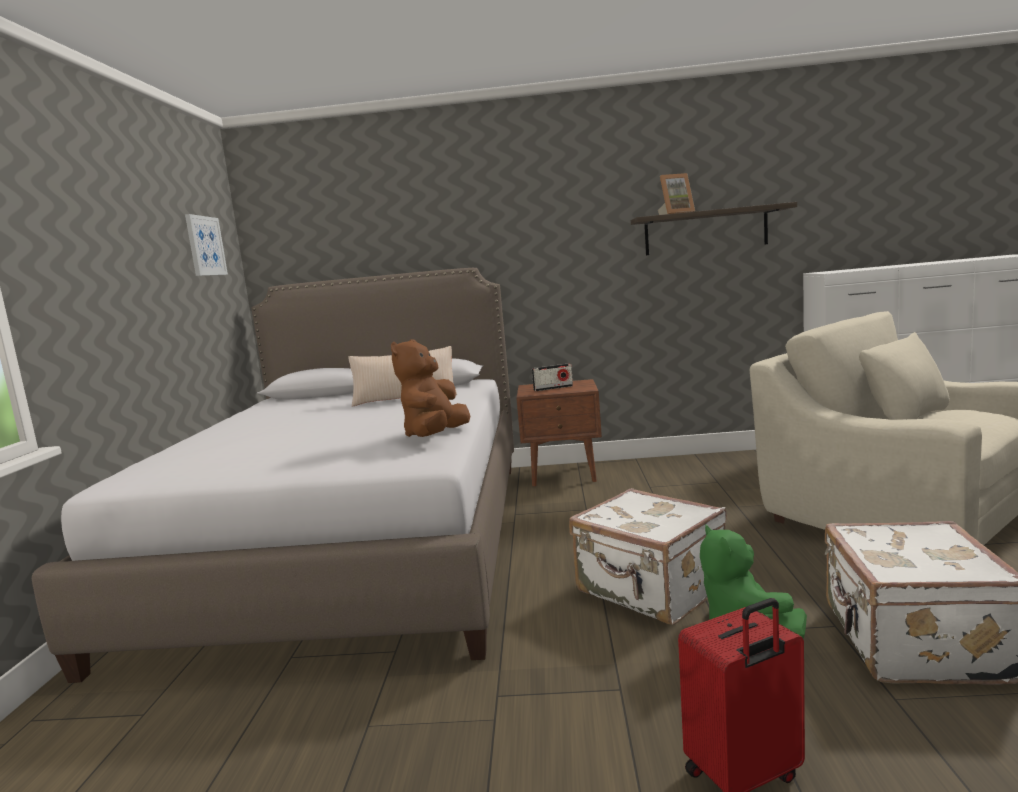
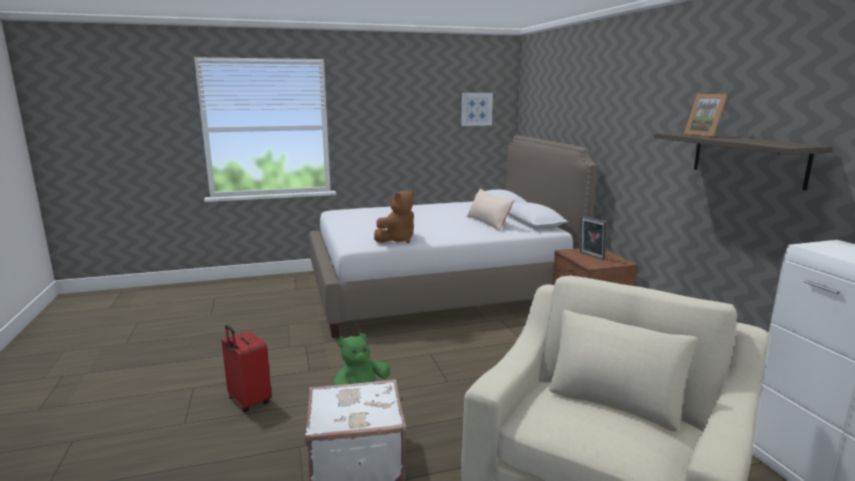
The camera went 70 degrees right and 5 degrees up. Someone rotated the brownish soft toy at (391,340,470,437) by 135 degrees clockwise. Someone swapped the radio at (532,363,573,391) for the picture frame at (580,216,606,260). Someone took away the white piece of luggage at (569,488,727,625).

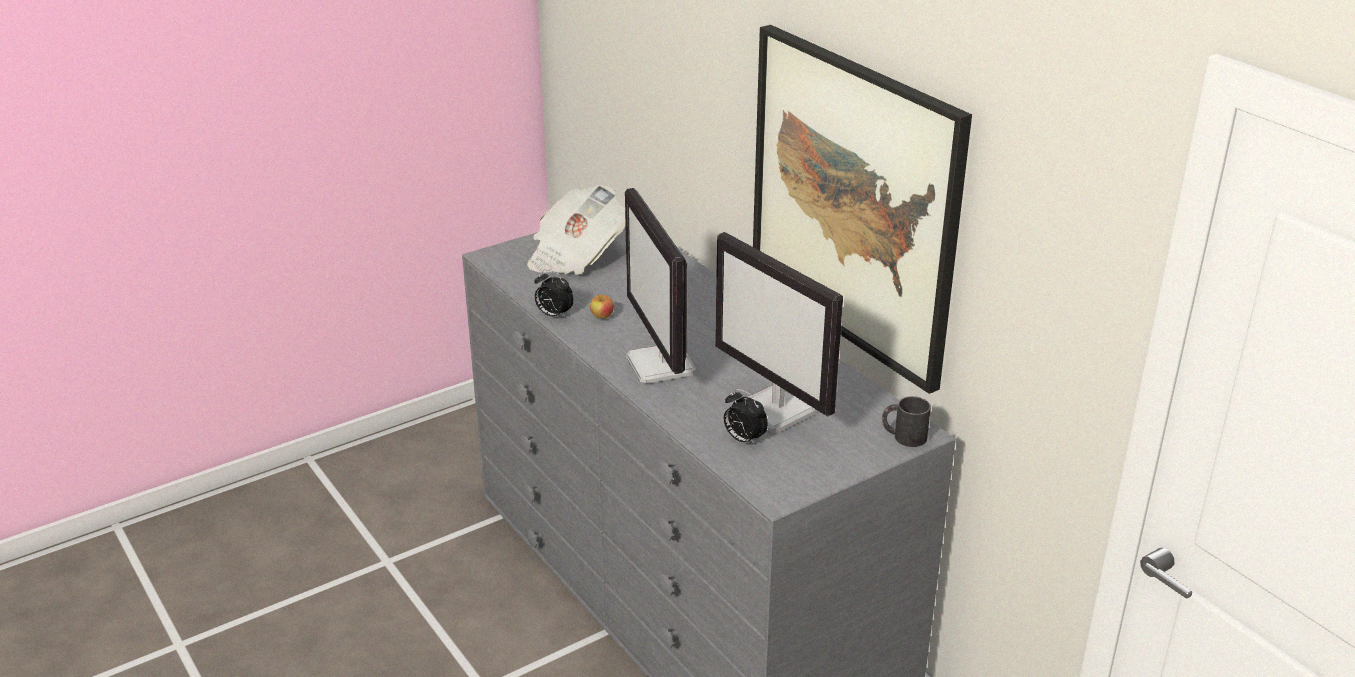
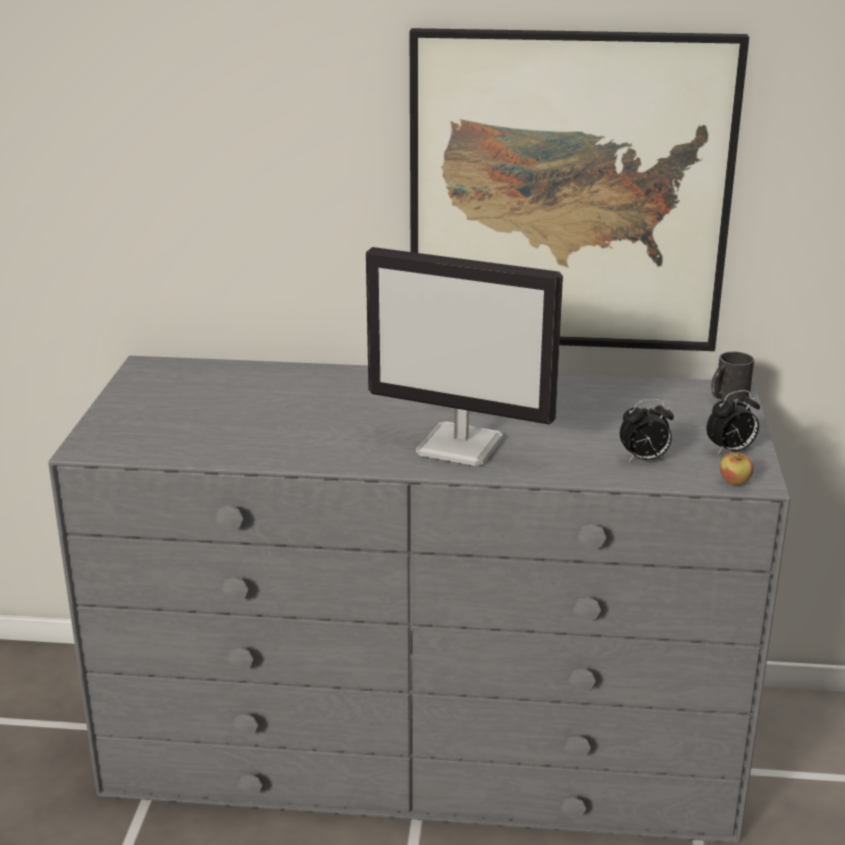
The camera went 50 degrees left and 5 degrees down. Someone took away the printed paper at (527,185,625,275). Someone carried the bedside clock from (534,270,574,319) to (706,390,760,454). Someone carried the apple fruit from (590,294,614,319) to (719,452,754,485). Someone took away the computer screen at (715,232,843,433).

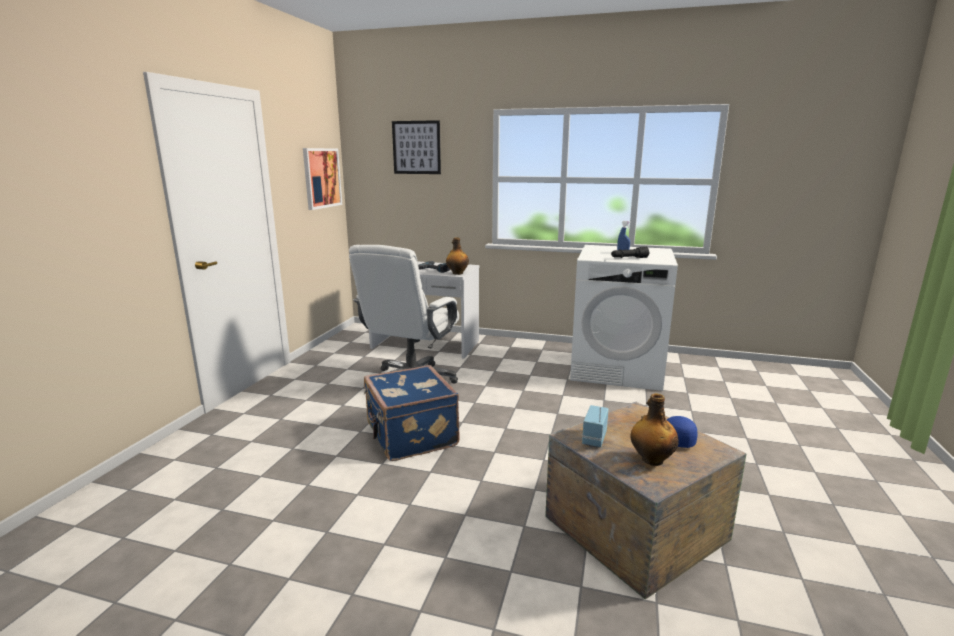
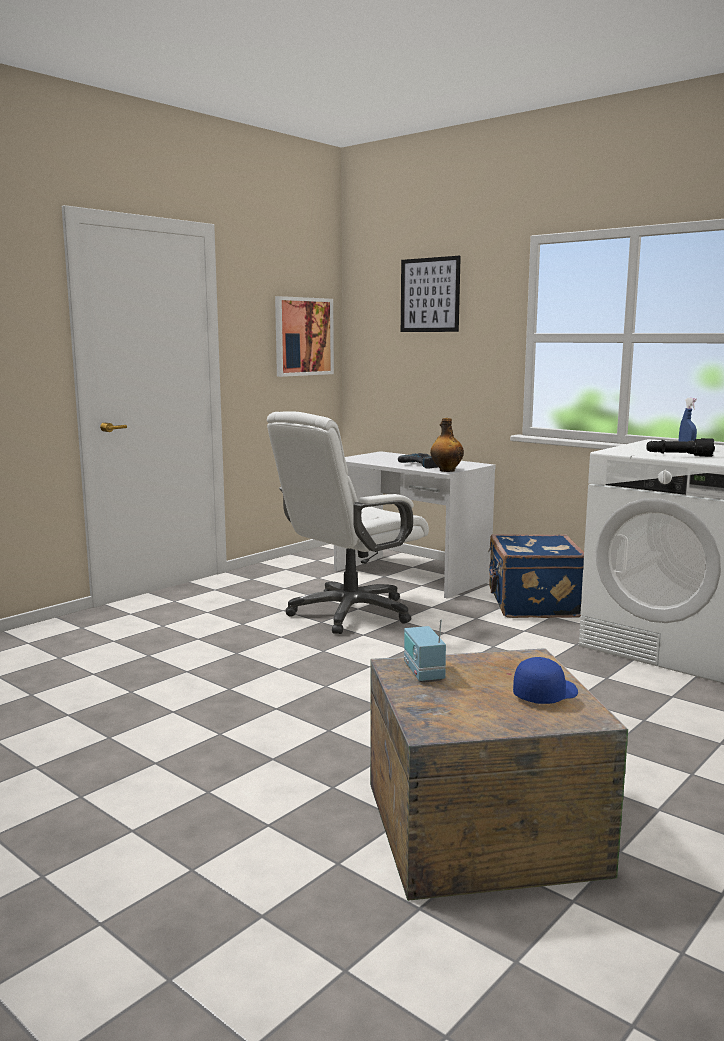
The camera went 25 degrees right and 5 degrees down. Someone carried the blue-coloured piece of luggage from (364,365,460,461) to (488,534,584,618). Someone rotated the radio at (582,405,609,447) by 60 degrees counterclockwise. Someone took away the drink bottle at (631,393,679,466).

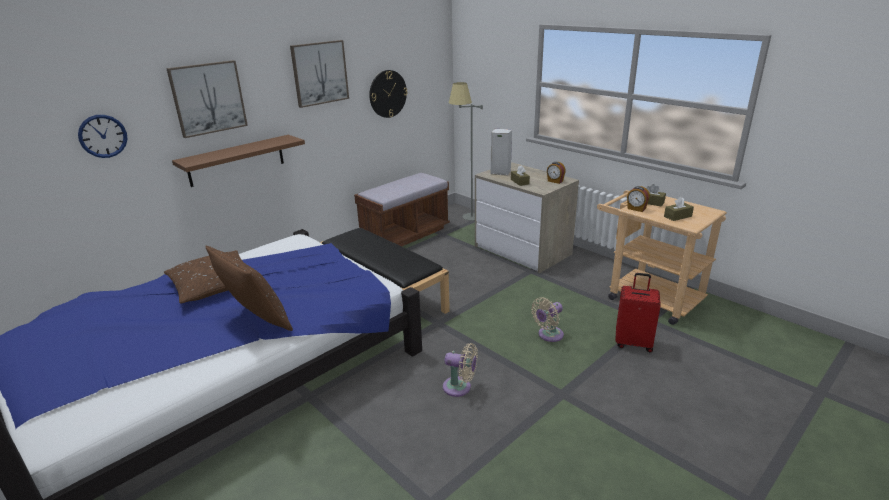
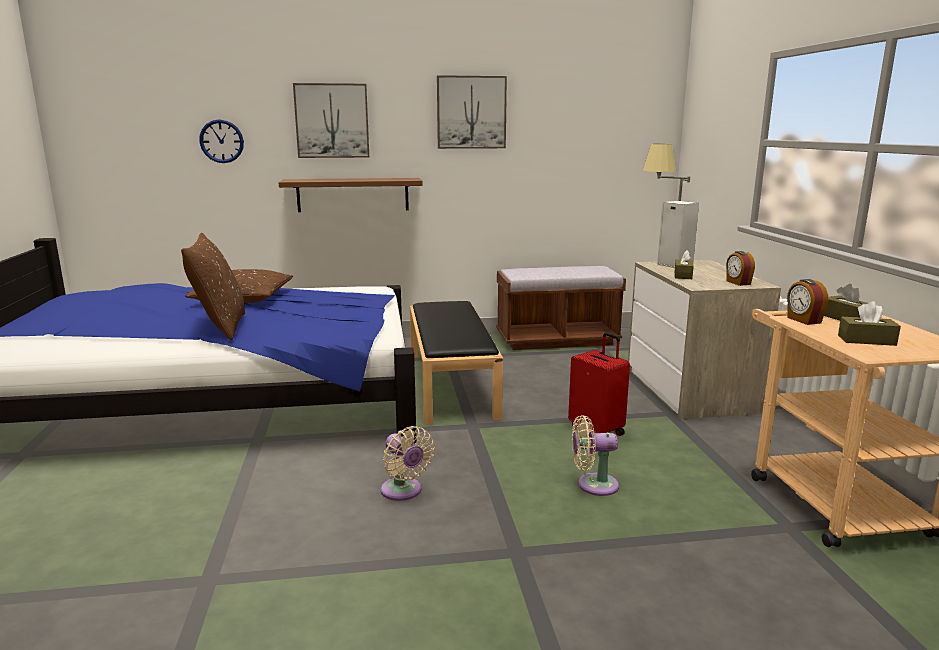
The camera went 35 degrees right and 10 degrees down. Someone took away the wall clock at (369,70,408,118). Someone carried the reddish piece of luggage from (615,273,661,353) to (568,332,630,436).

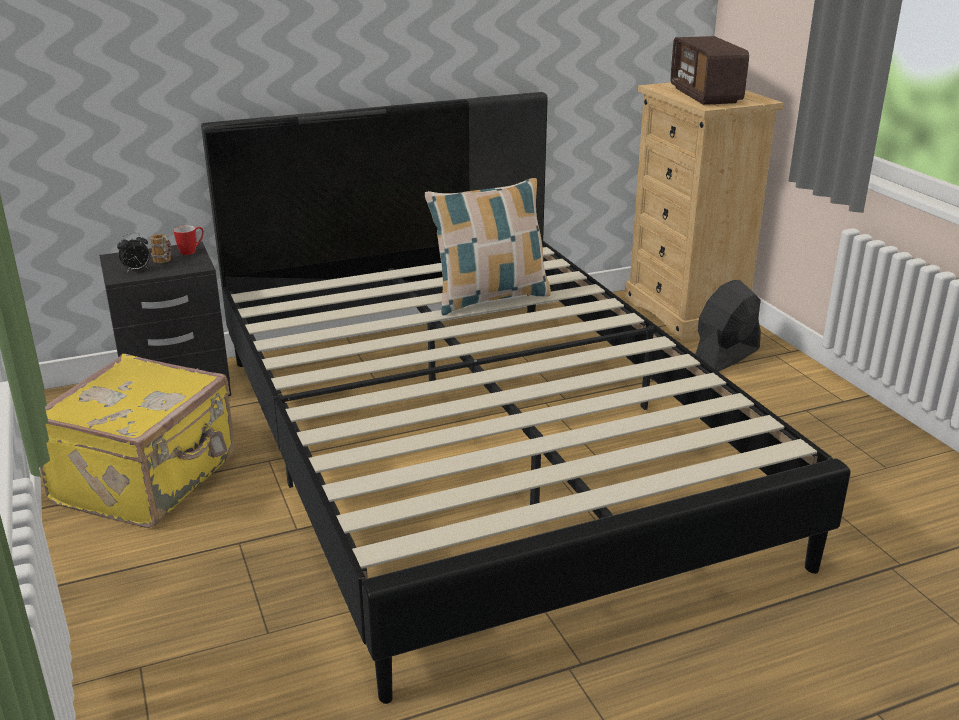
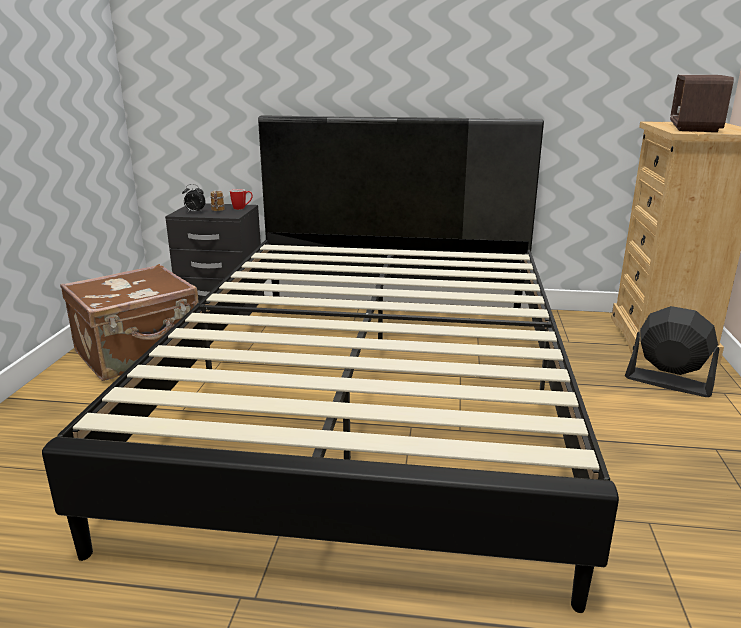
The camera went 30 degrees right and 5 degrees down. Someone repainted the yellow-coloured piece of luggage at (40,354,236,528), which became the brownish piece of luggage at (60,264,199,381). Someone took away the cushion at (425,178,551,315). Someone rotated the blackish electric fan at (695,280,761,372) by 45 degrees clockwise.

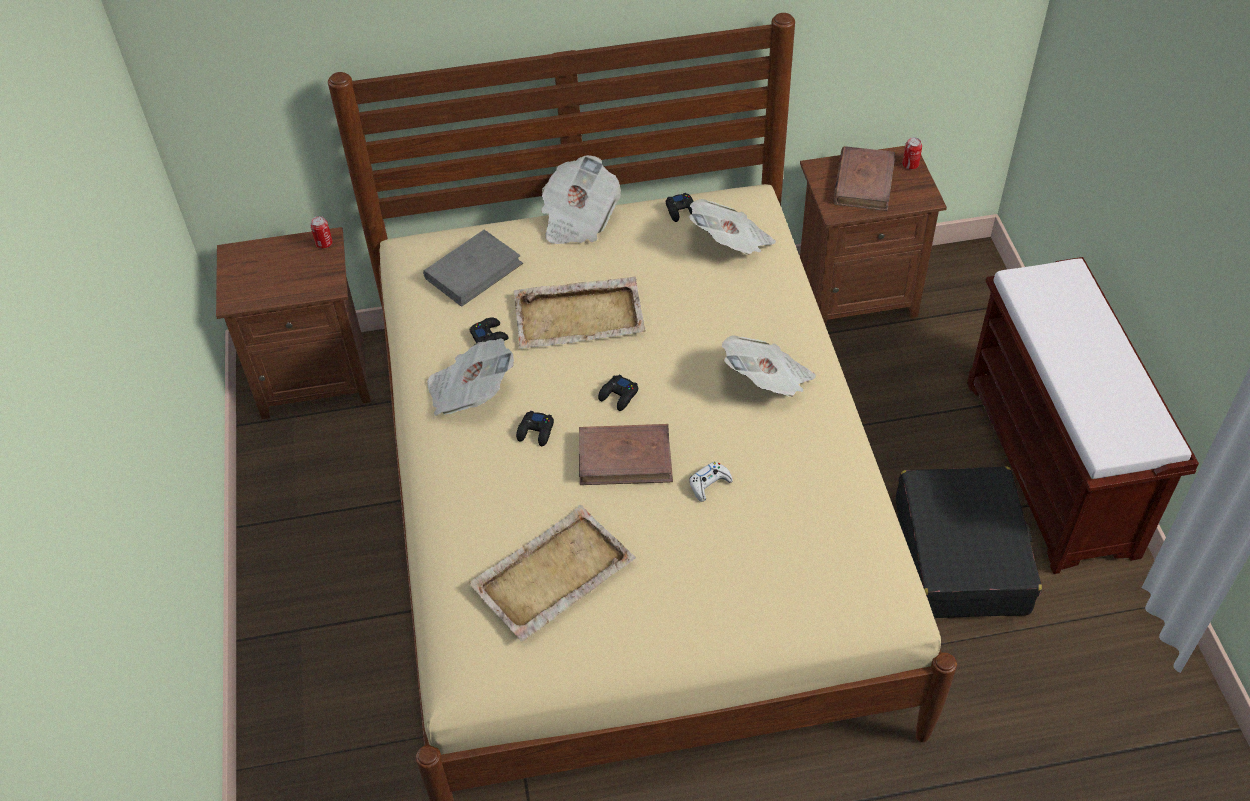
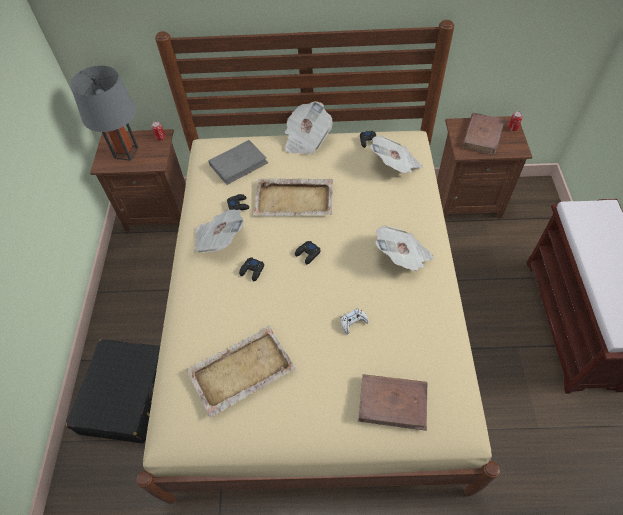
The camera went 10 degrees right and 5 degrees up. Someone carried the brownish book from (579,424,673,485) to (358,374,427,431). Someone carried the blackish piece of luggage from (896,466,1042,618) to (66,339,160,444). Someone put down the gray lamp for a table at (70,66,139,161).

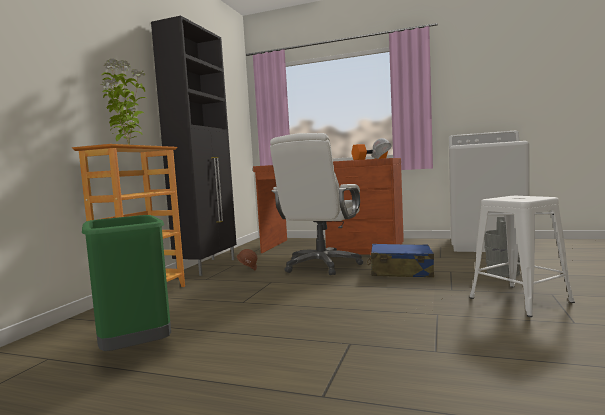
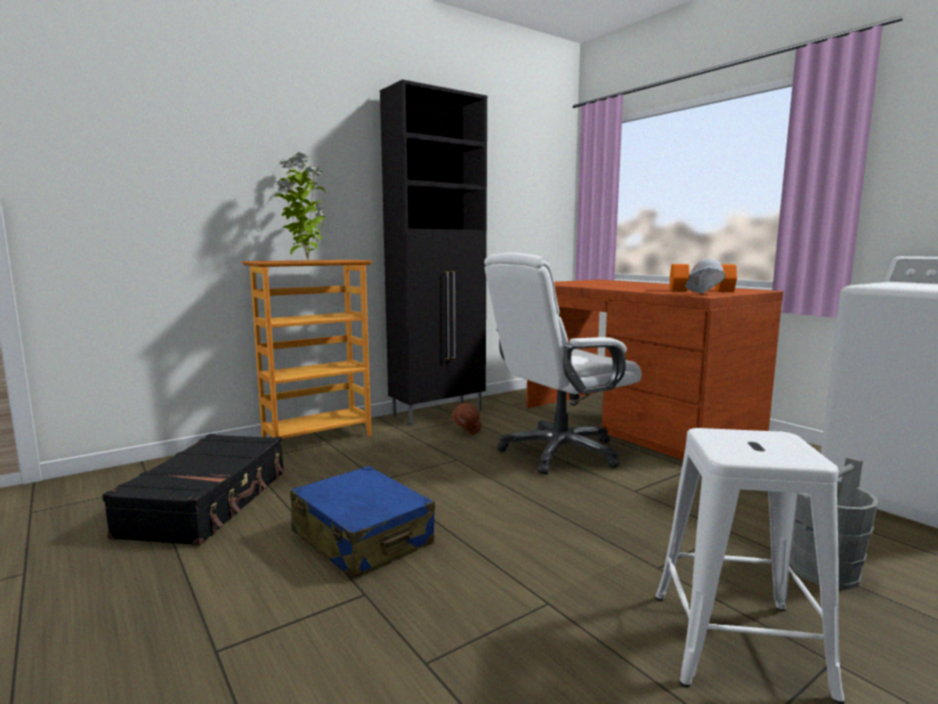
The camera went 35 degrees right and 5 degrees up. Someone swapped the greenish waste bin at (82,215,171,351) for the blackish piece of luggage at (102,434,284,546). Someone carried the blue-coloured piece of luggage from (367,244,434,278) to (290,466,435,579).

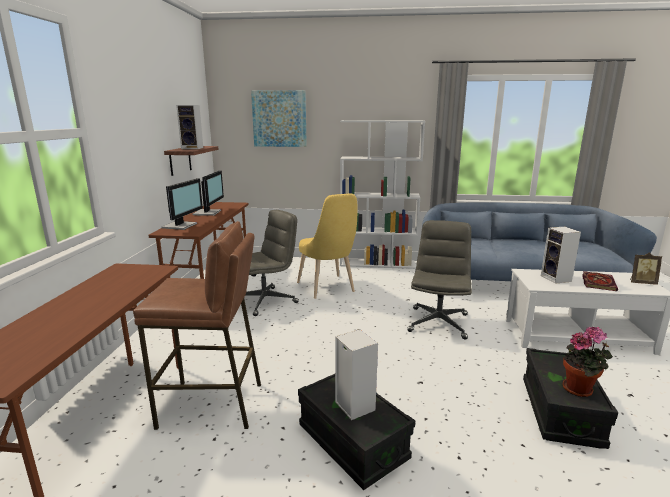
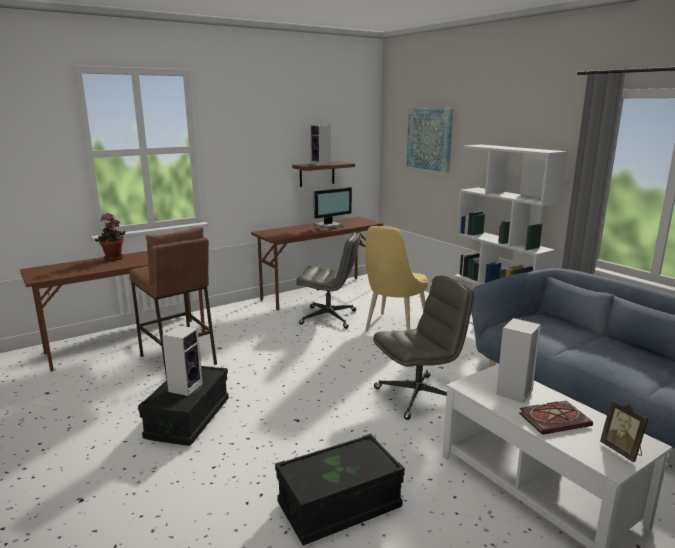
The camera went 50 degrees right and 0 degrees up. Someone took away the computer screen at (162,178,203,230). Someone carried the houseplant from (562,327,613,397) to (95,213,126,261).

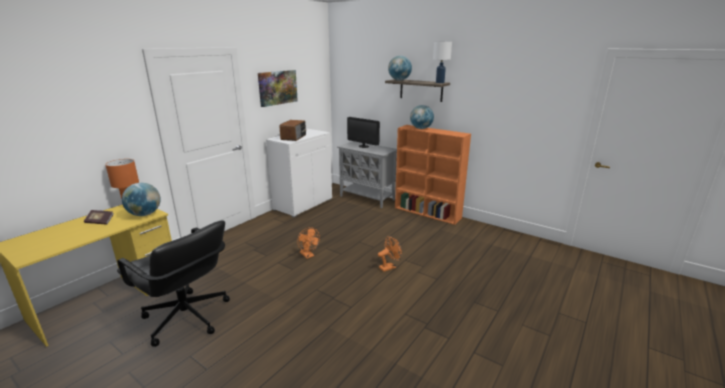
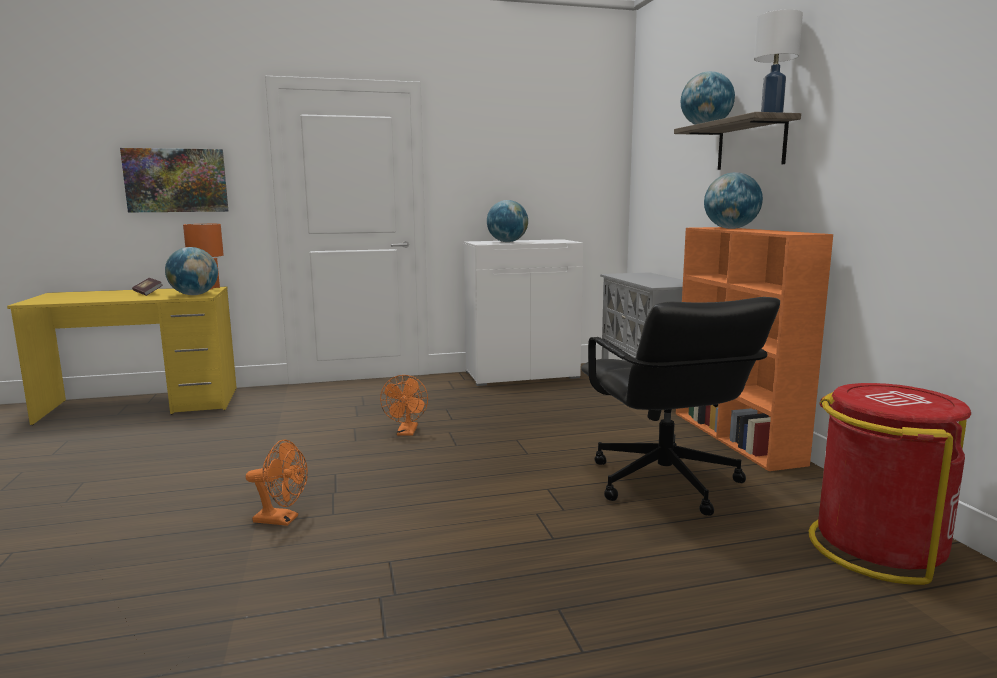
The camera went 40 degrees right and 10 degrees down. Someone carried the blackish desk chair from (117,221,230,347) to (581,297,780,516). Someone carried the wall picture from (258,70,298,107) to (120,148,229,212). Someone swapped the radio at (279,120,306,141) for the desk globe at (487,200,528,242). Someone took away the computer screen at (347,117,380,148). Someone carried the orangey electric fan from (378,236,402,272) to (246,440,308,526). Someone put down the reddish waste bin at (808,383,971,585).

